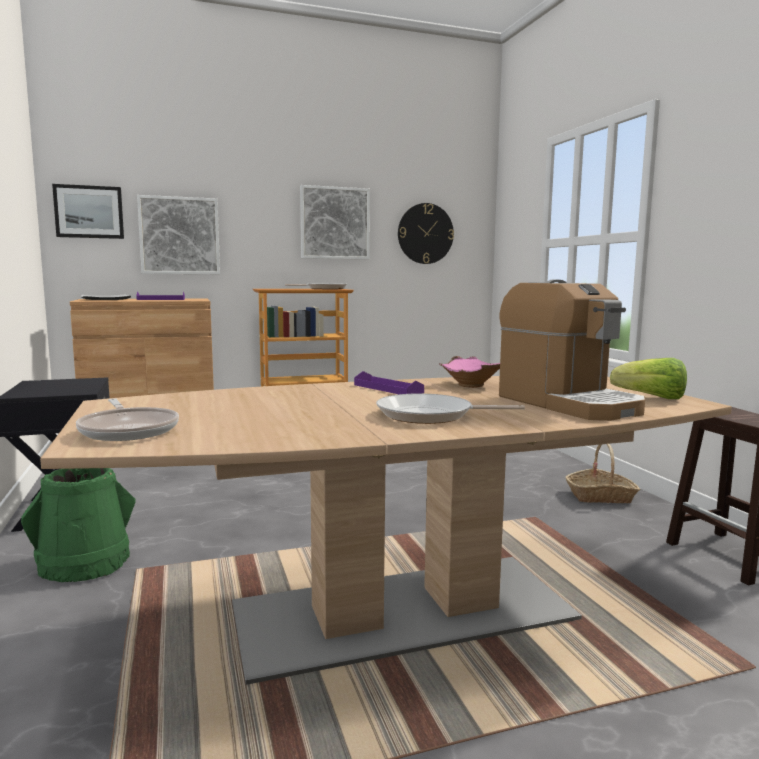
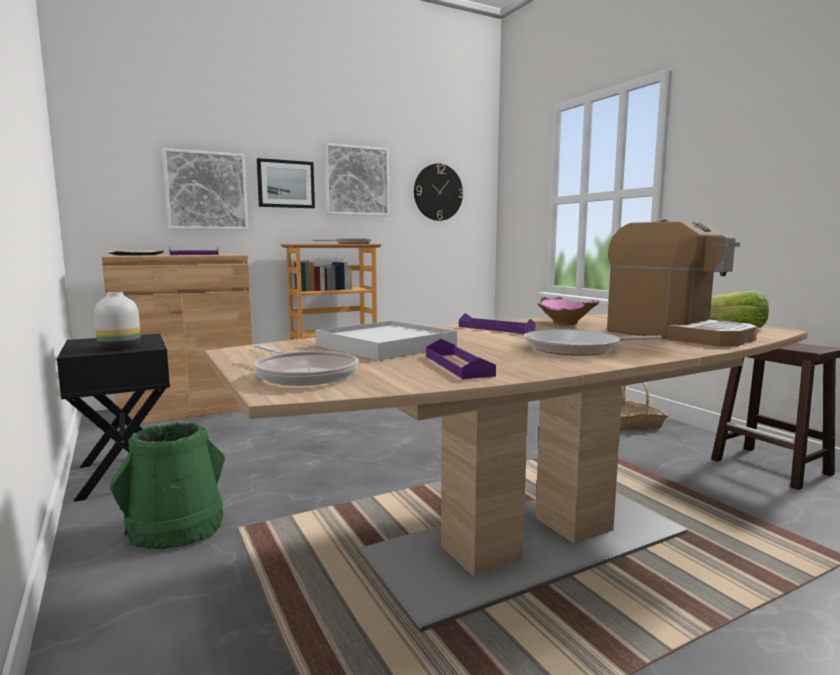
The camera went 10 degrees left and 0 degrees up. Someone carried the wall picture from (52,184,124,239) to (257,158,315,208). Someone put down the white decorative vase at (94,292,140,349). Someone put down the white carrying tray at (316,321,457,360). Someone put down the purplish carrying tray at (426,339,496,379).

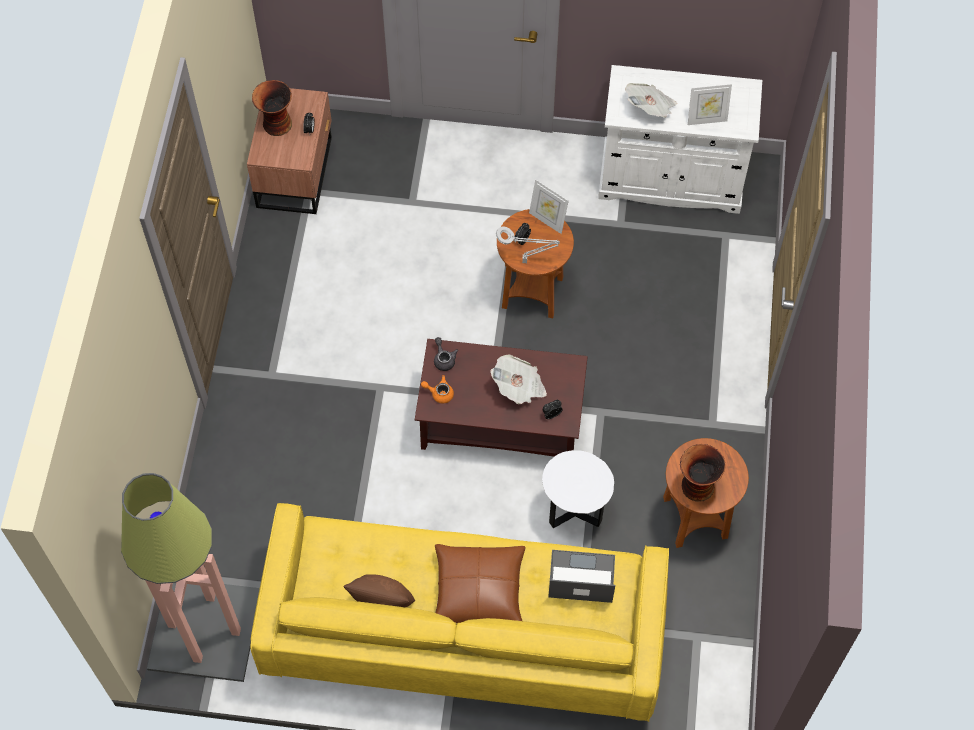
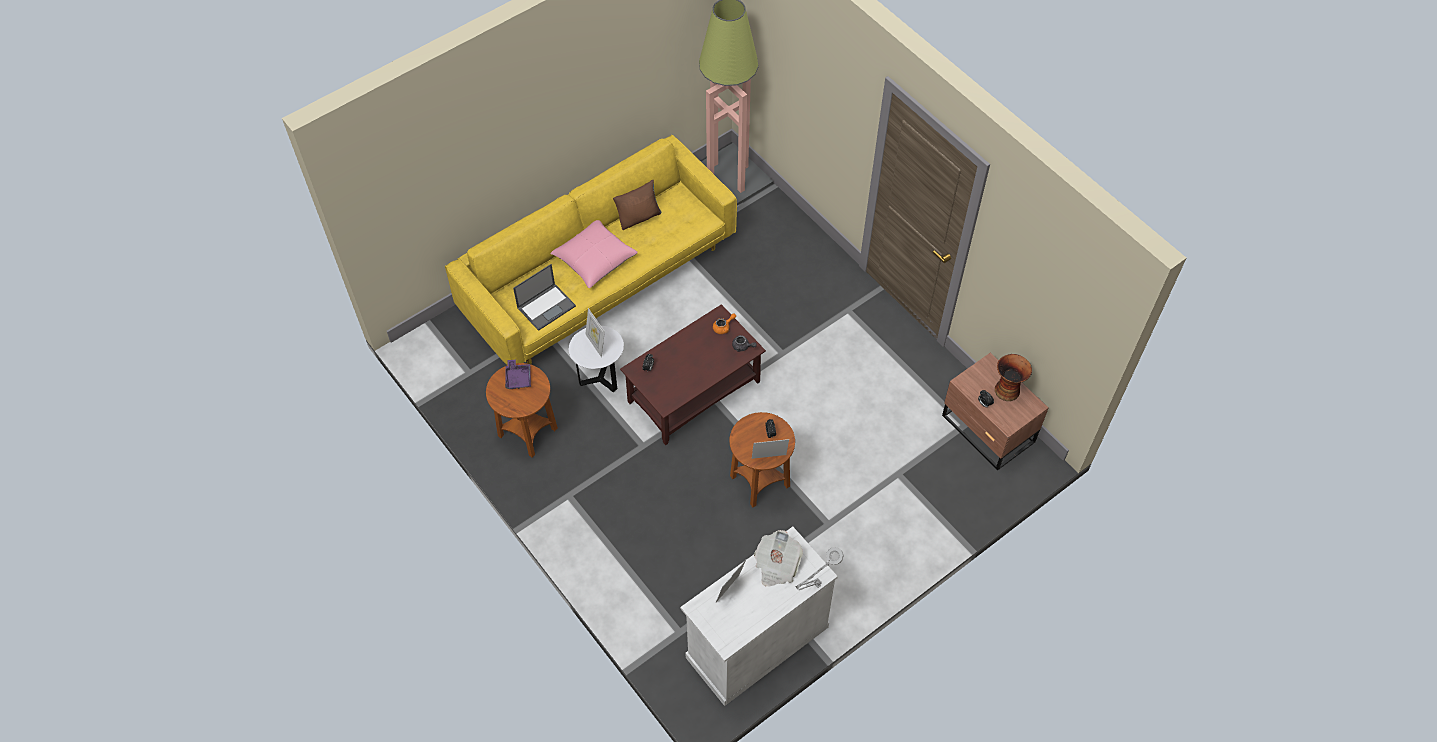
The camera went 135 degrees right and 5 degrees down. Someone repainted the brownish cushion at (435,544,526,623), which became the pinkish cushion at (551,220,638,288). Someone took away the printed paper at (491,354,547,404). Someone carried the gray lamp for a table from (496,226,560,263) to (795,547,843,590). Someone swapped the decorative vase at (680,444,726,502) for the purplish carrying tray at (505,359,531,389). Someone put down the picture frame at (585,308,605,357).

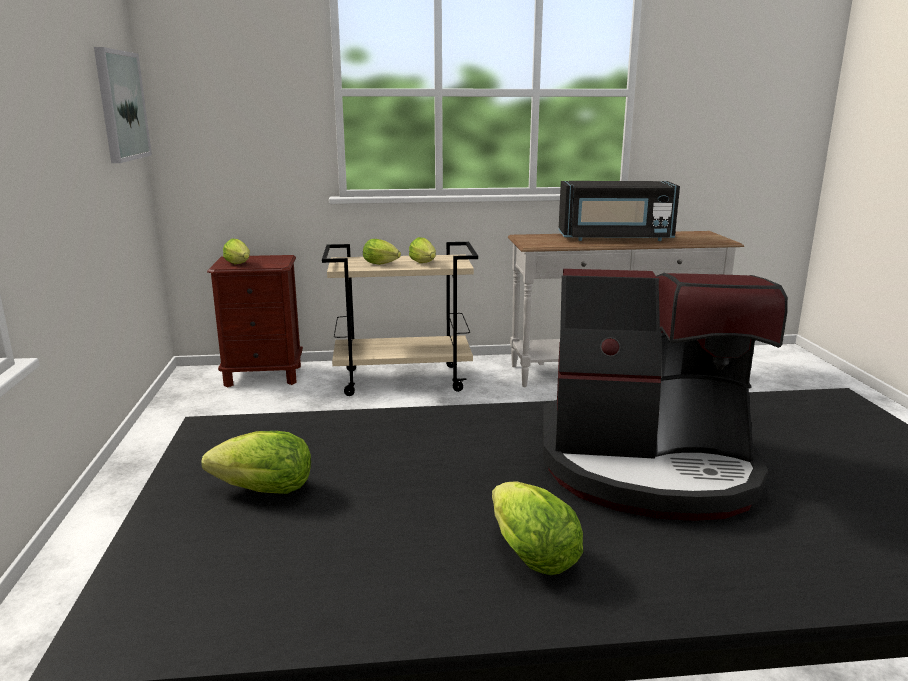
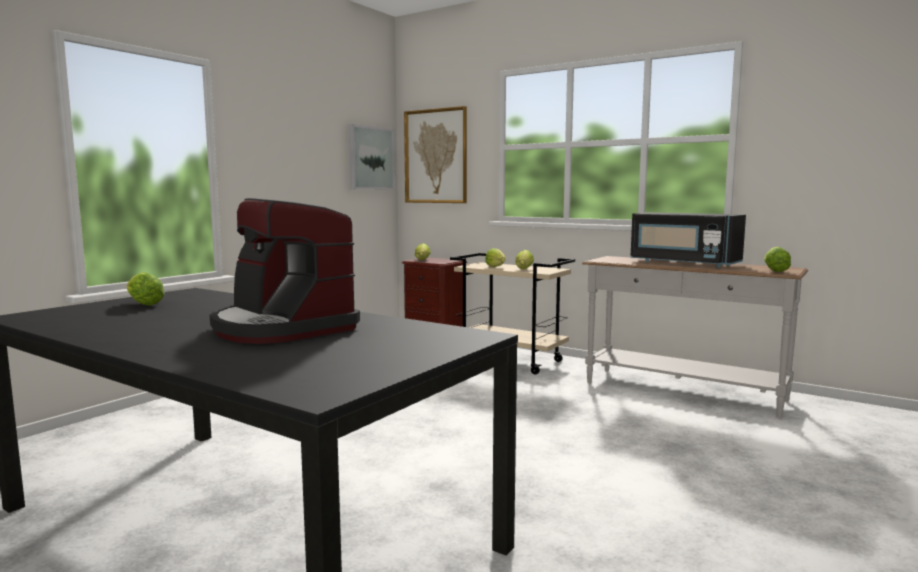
The camera went 40 degrees right and 10 degrees down. Someone carried the head of lettuce from (492,481,583,575) to (764,247,791,272). Someone put up the wall picture at (404,106,467,203).

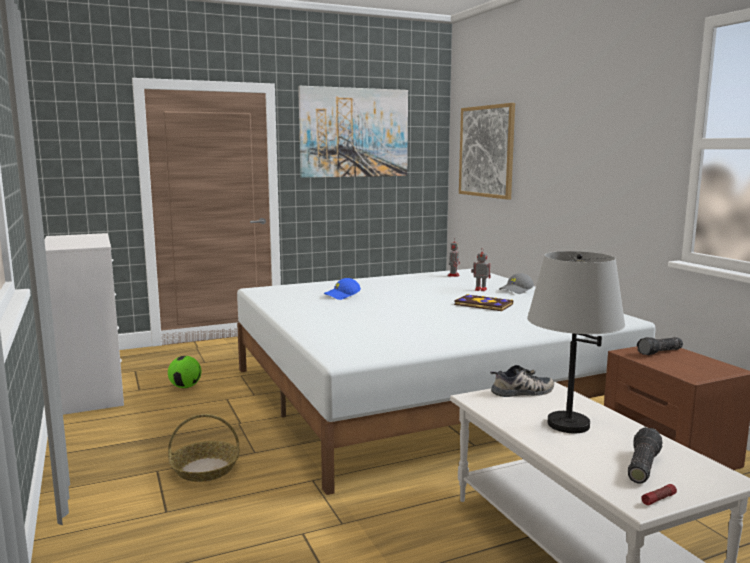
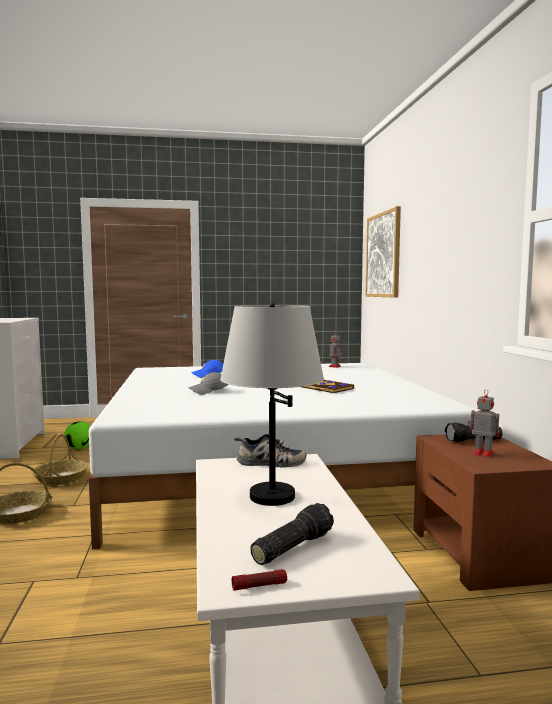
The camera went 15 degrees right and 5 degrees down. Someone took away the wall picture at (298,86,408,178). Someone carried the robot figure from (471,249,491,291) to (467,389,500,458). Someone carried the gray peaked cap from (499,273,534,294) to (188,372,229,395). Someone put down the basket at (32,434,88,485).

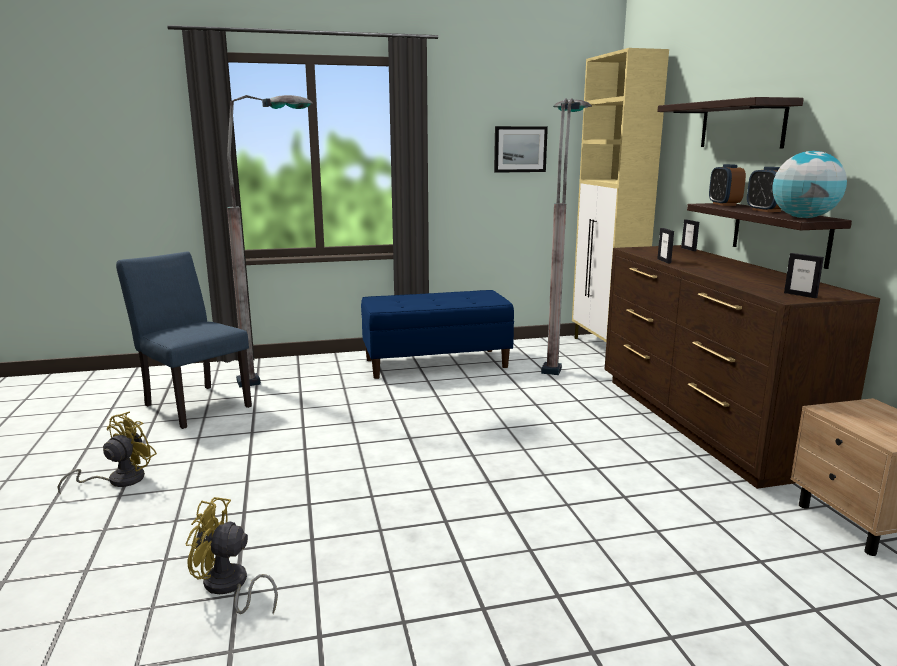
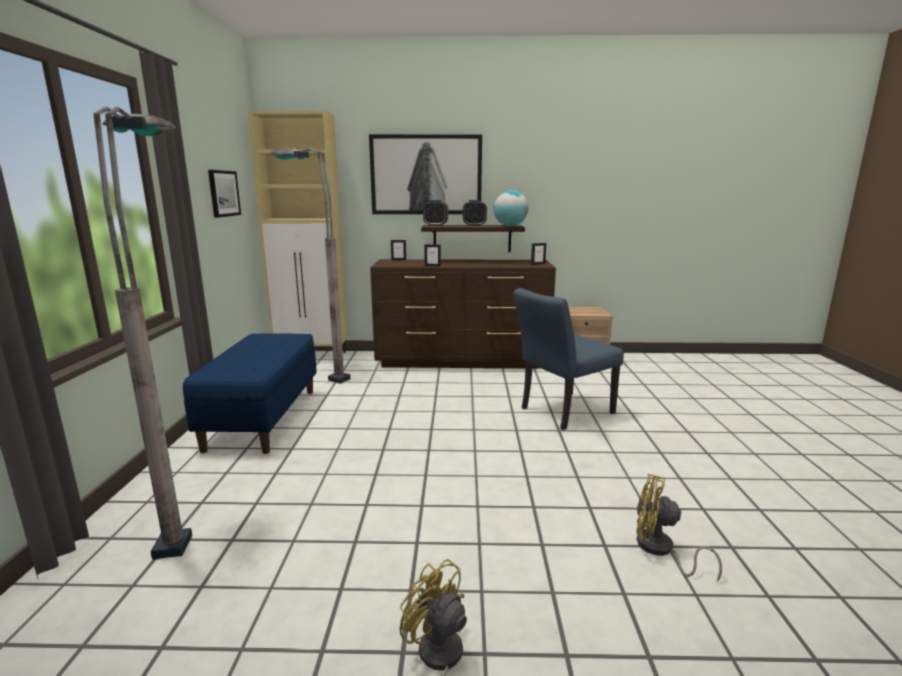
The camera went 75 degrees left and 0 degrees up. Someone carried the blue-coloured chair from (116,252,252,429) to (513,288,624,430). Someone rotated the yellow-coloured electric fan at (186,497,278,614) by 90 degrees clockwise. Someone swapped the shelf at (657,97,804,149) for the wall picture at (369,134,482,214).

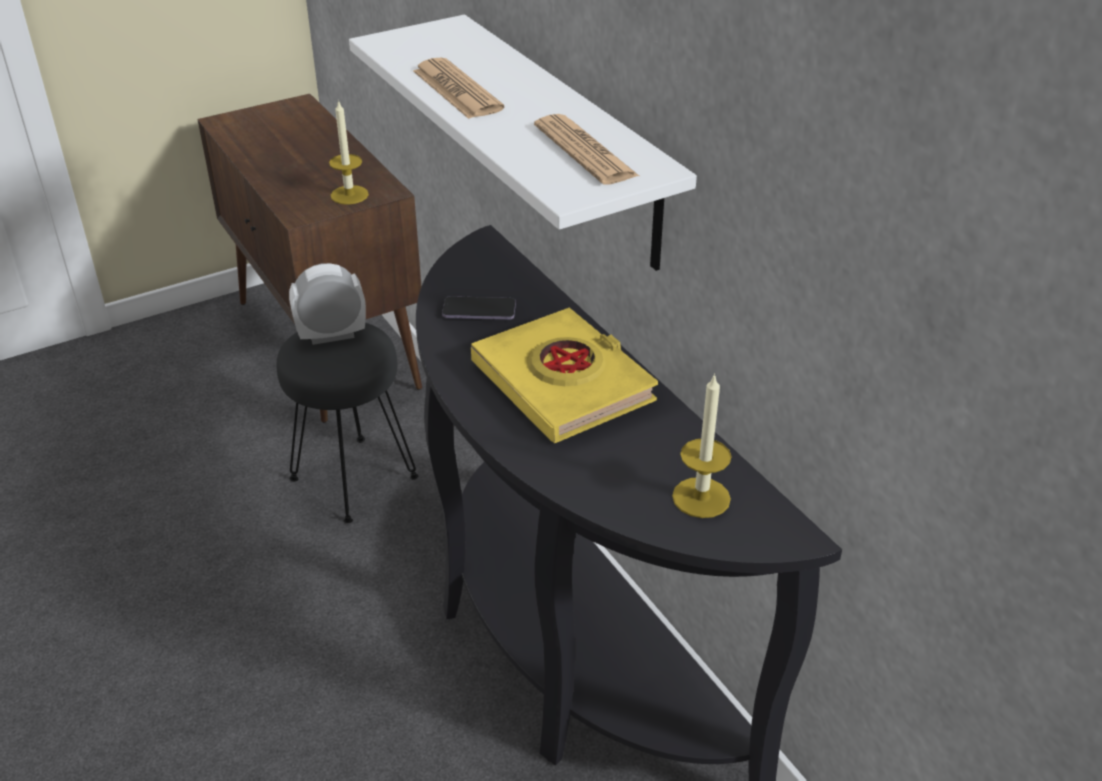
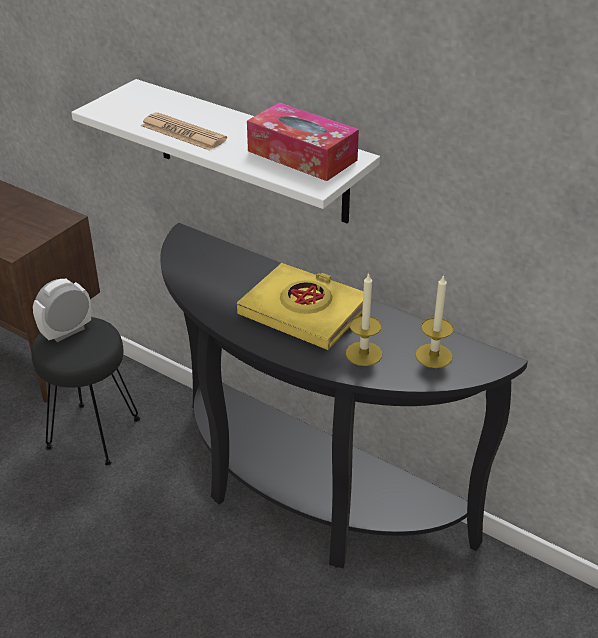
The camera went 25 degrees left and 0 degrees up. Someone carried the wax light from (329,100,369,205) to (346,272,382,366). Someone took away the handset at (442,296,516,320). Someone swapped the printed paper at (534,114,639,185) for the tissue holder at (247,103,359,181).

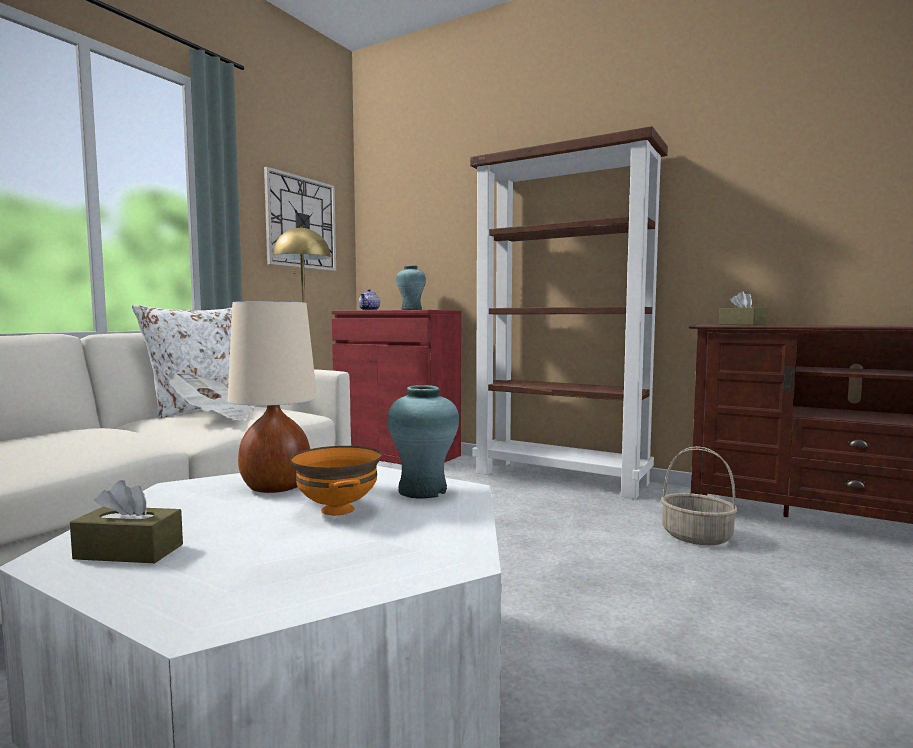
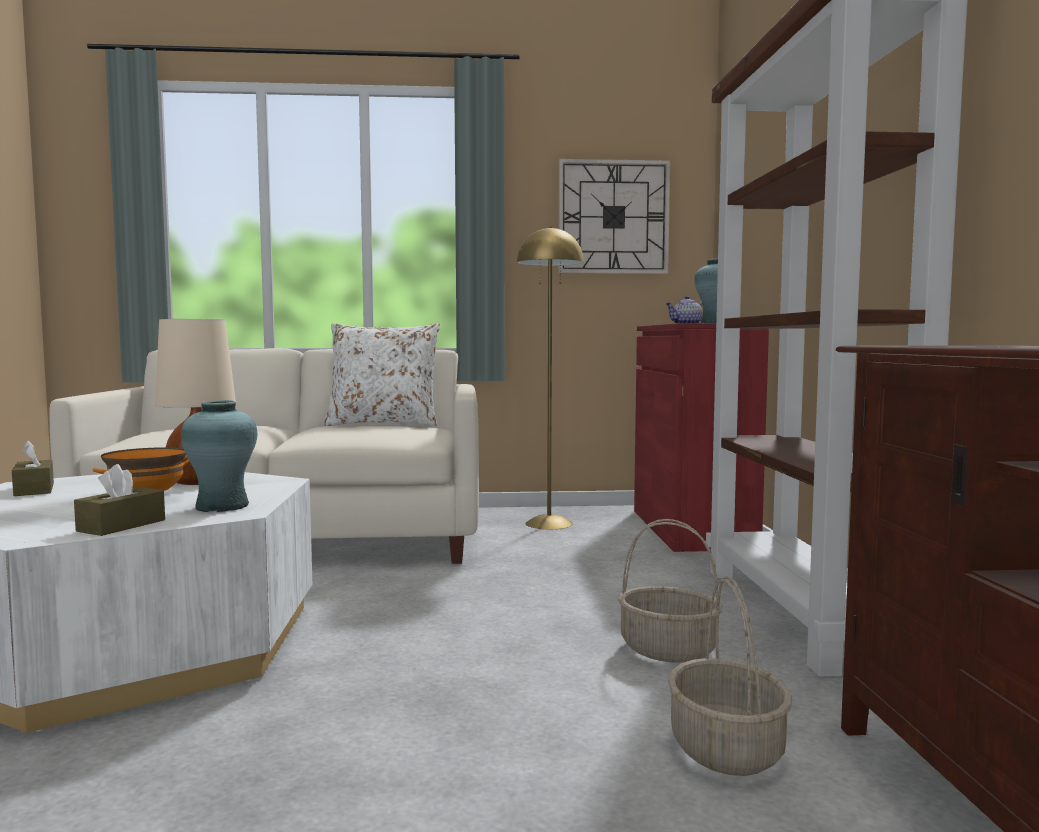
The camera went 55 degrees right and 0 degrees up. Someone took away the printed paper at (169,373,254,421). Someone carried the brownish tissue holder from (719,291,767,325) to (74,464,165,536). Someone put down the basket at (618,519,722,663).

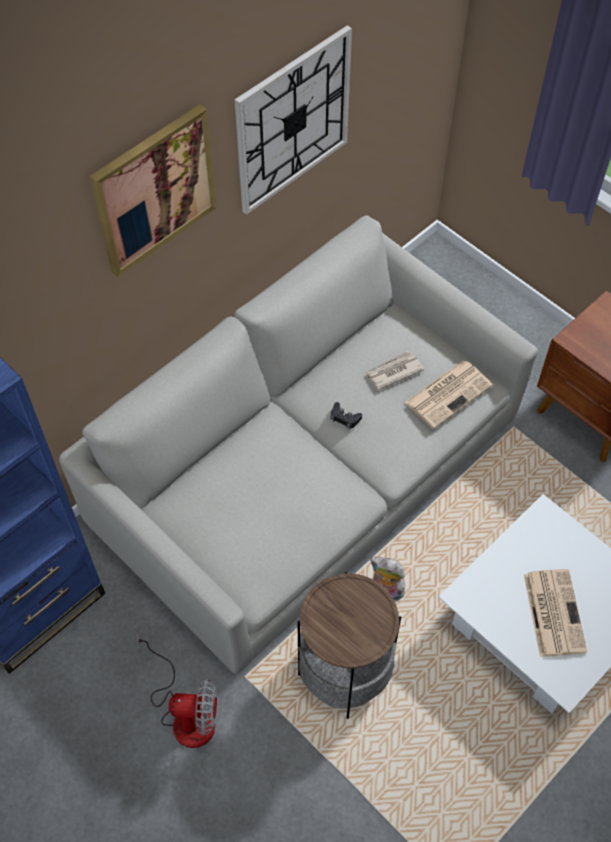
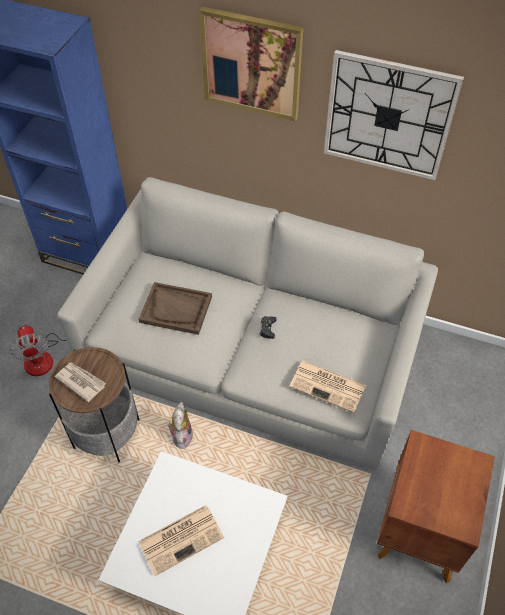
The camera went 65 degrees right and 5 degrees down. Someone carried the printed paper from (365,351,424,390) to (55,362,106,402). Someone put down the brownish carrying tray at (138,282,212,335).

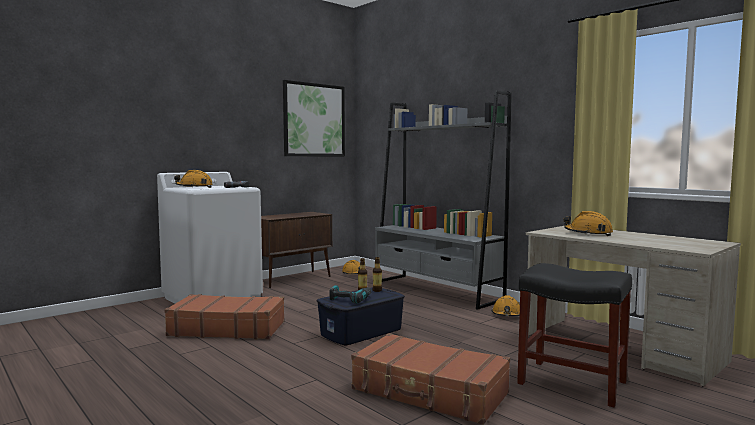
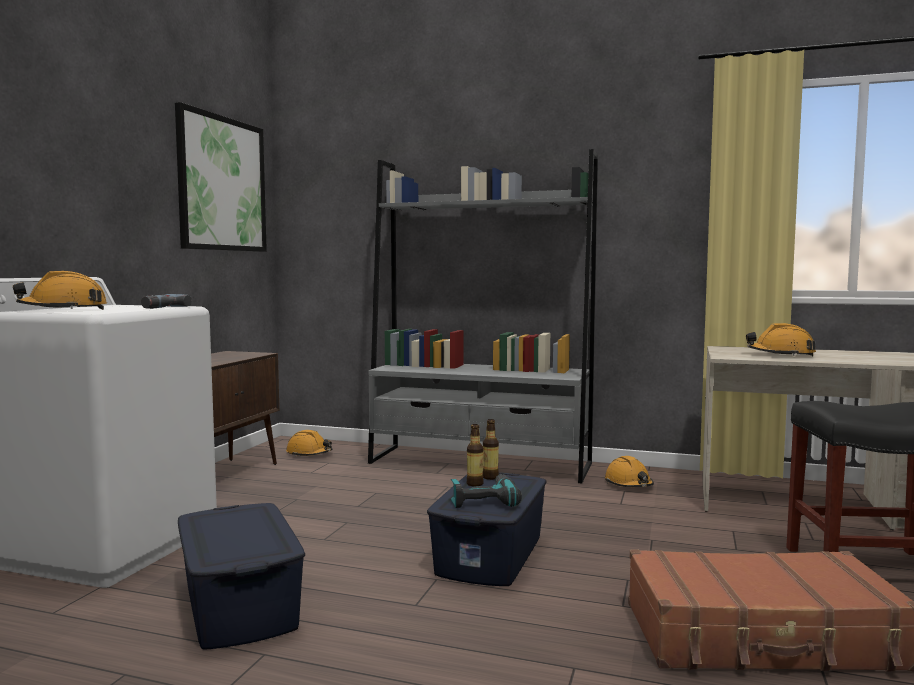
The camera went 30 degrees left and 0 degrees up. Someone swapped the brownish piece of luggage at (164,294,285,339) for the blue-coloured storage container at (178,503,305,650).

